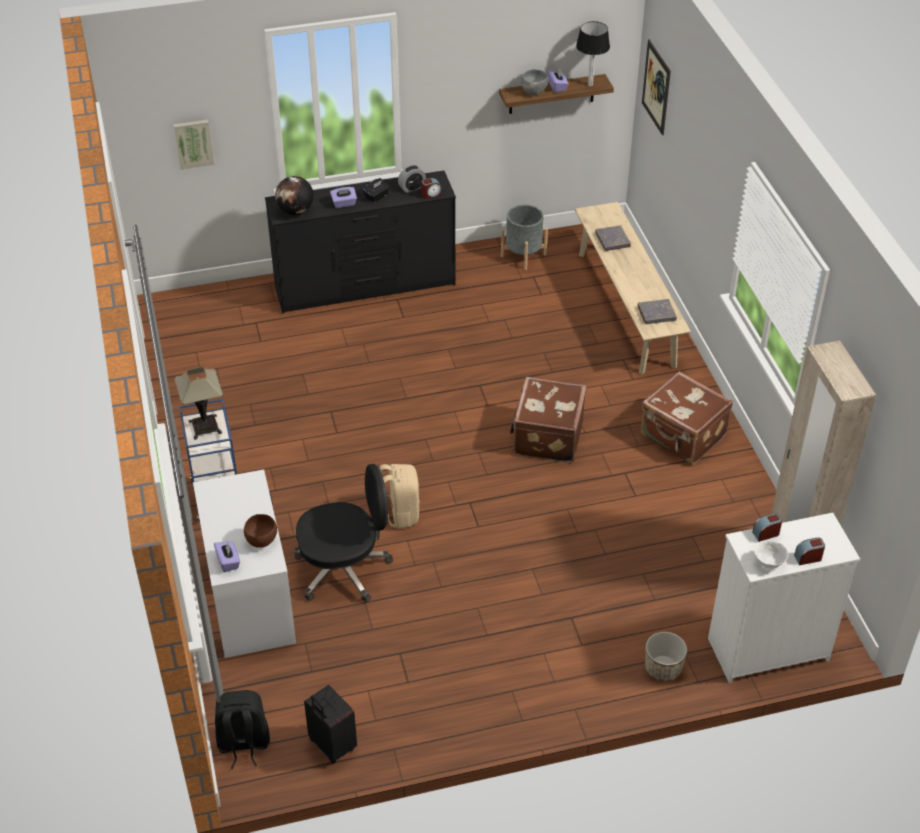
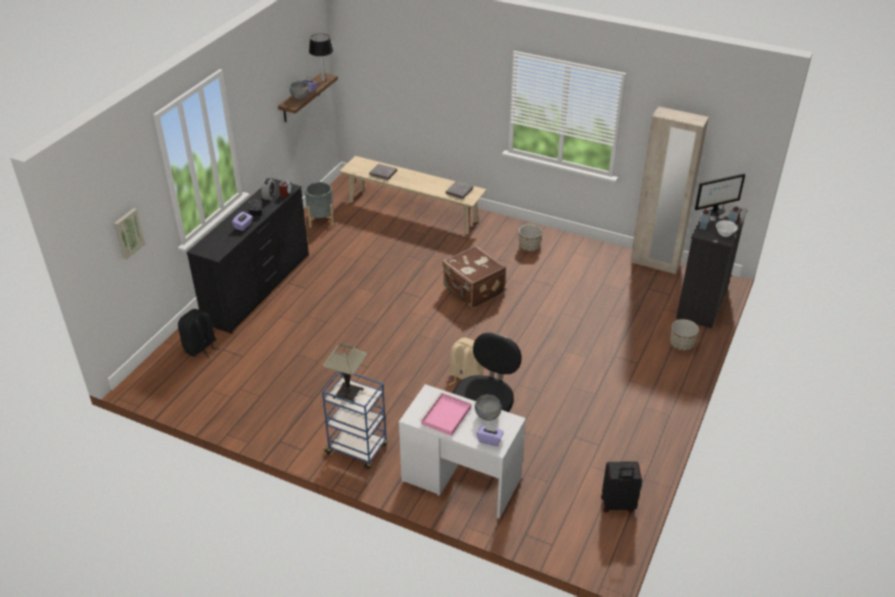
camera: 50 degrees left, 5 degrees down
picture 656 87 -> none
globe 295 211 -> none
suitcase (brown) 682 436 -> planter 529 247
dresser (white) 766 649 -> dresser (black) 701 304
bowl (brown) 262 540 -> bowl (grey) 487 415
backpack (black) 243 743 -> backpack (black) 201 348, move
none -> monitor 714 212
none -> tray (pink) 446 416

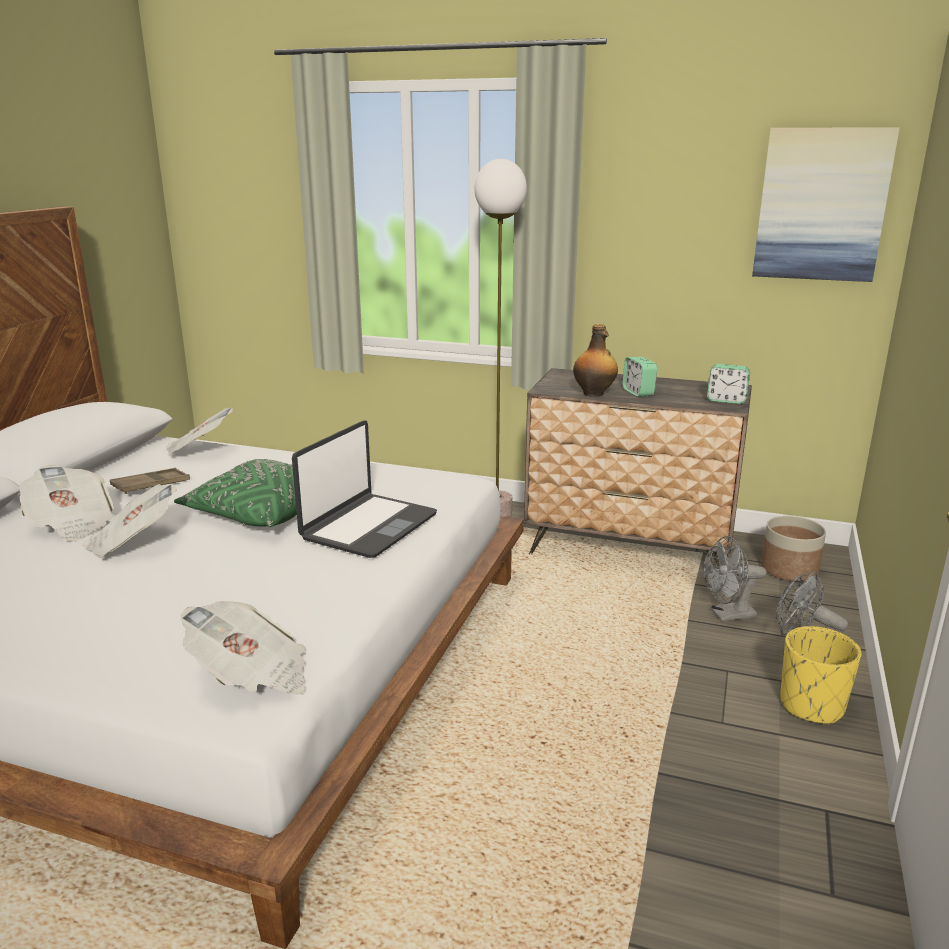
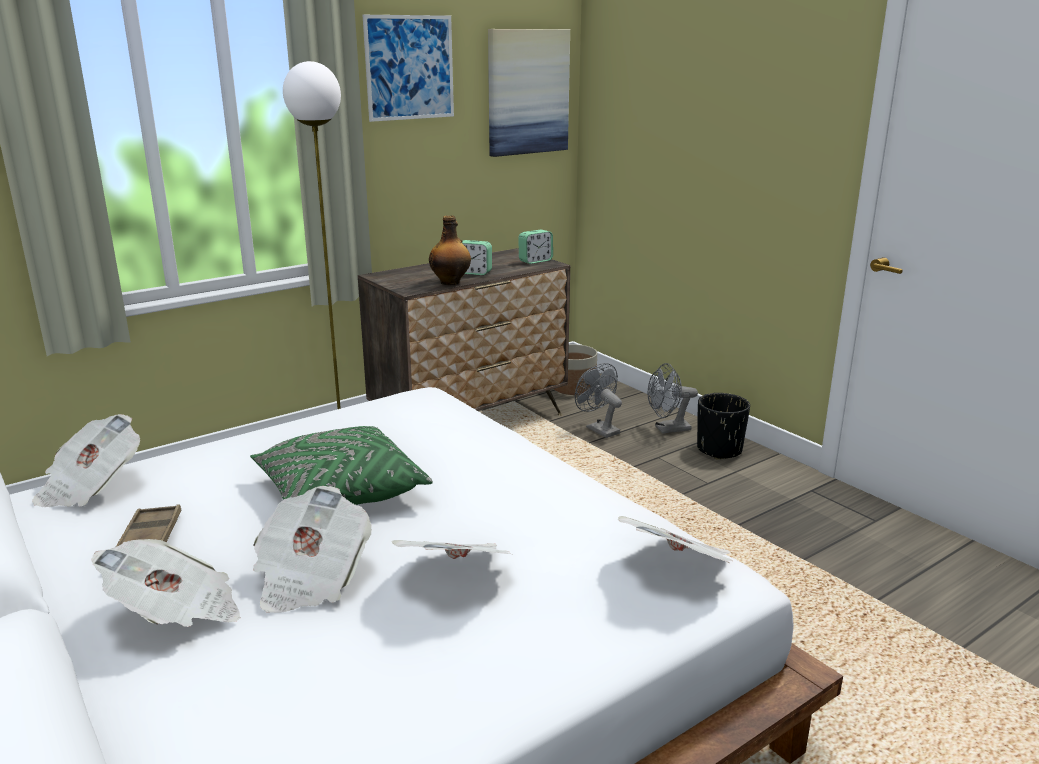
camera: 55 degrees left, 0 degrees up
laptop 368 526 -> none
fan (grey) 727 615 -> fan (grey) 598 429, 120 degrees clockwise
planter (yellow) 811 706 -> planter (black) 719 450
none -> picture 409 68
none -> newspaper 458 574

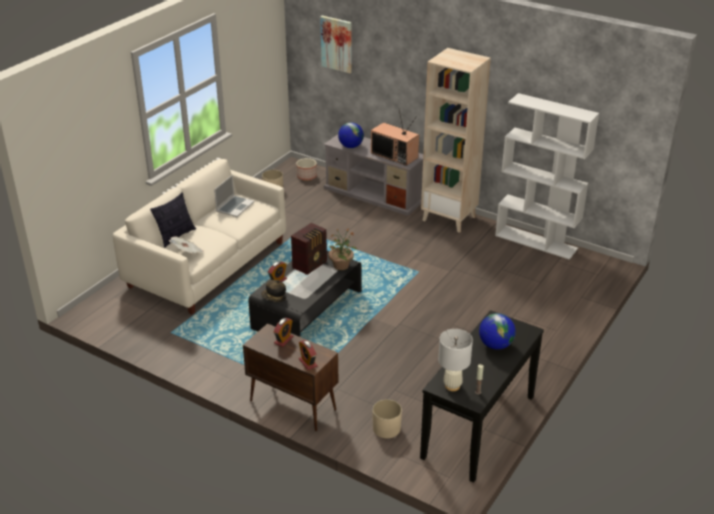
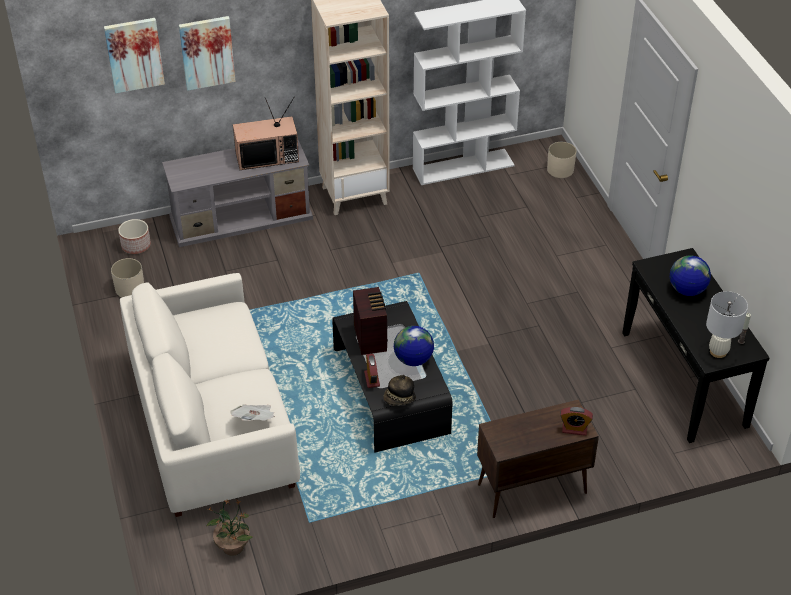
camera: 50 degrees left, 10 degrees up
globe 350 146 -> globe 413 360, move
laptop 235 207 -> none
pillow 176 236 -> none
potted plant 341 265 -> potted plant 232 546, move
alarm clock 283 340 -> none
planter (beige) 386 428 -> planter (beige) 560 169, move
none -> picture 207 52

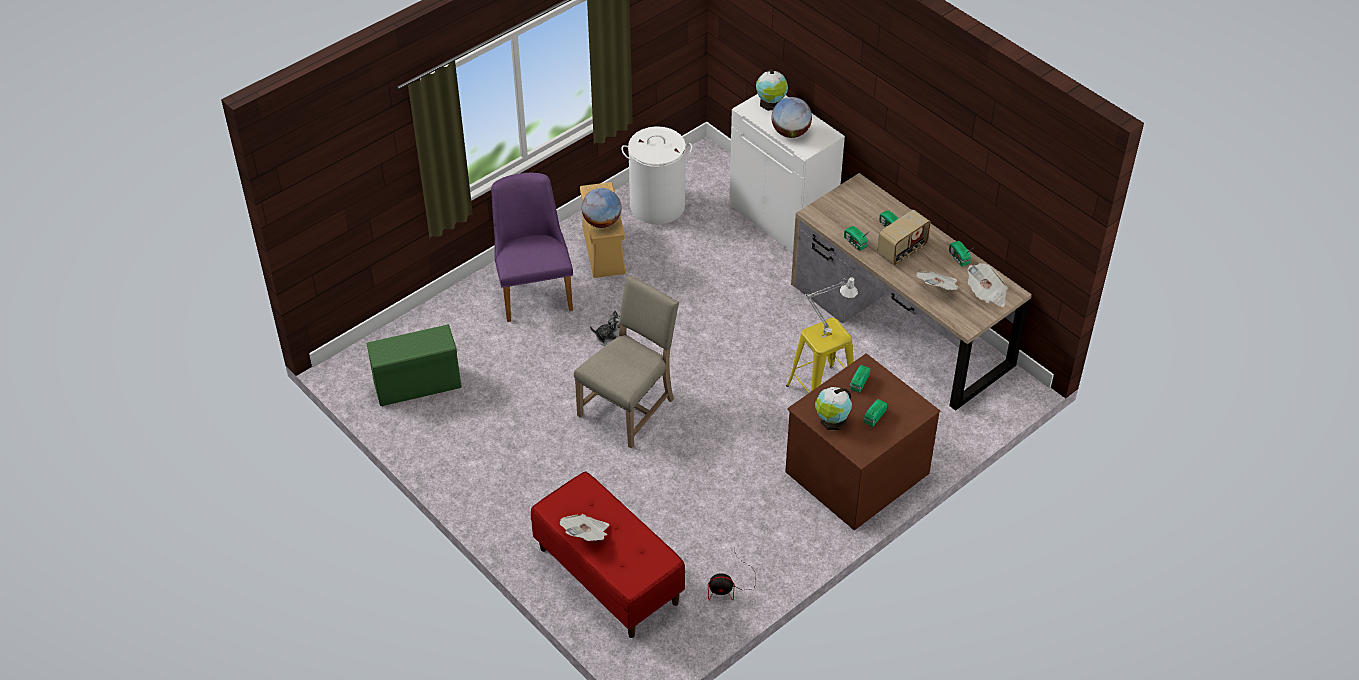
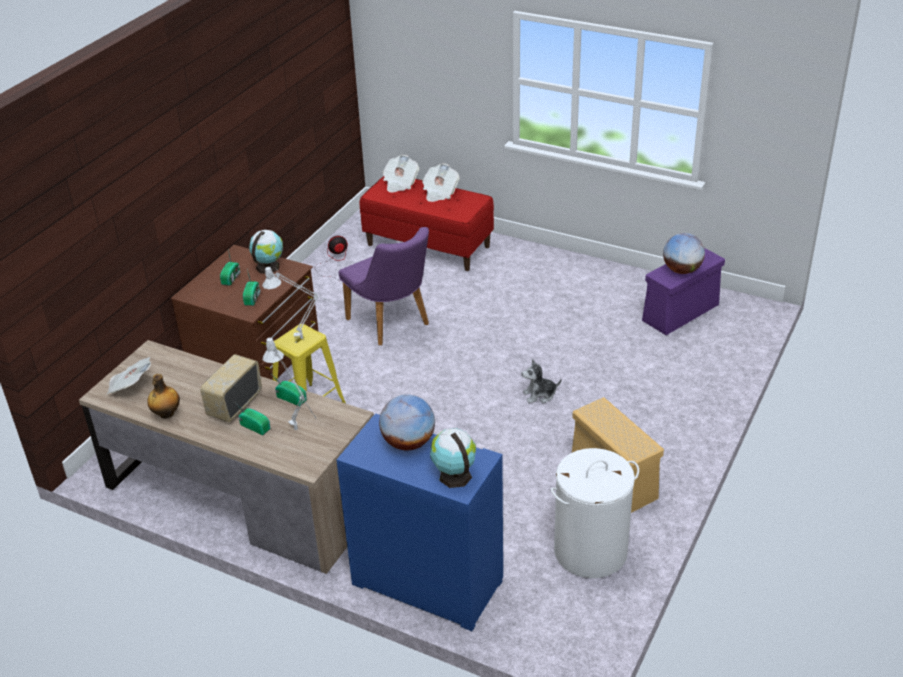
camera: 160 degrees right, 10 degrees down
cabinet (white) 783 219 -> cabinet (blue) 426 583
chair (purple) 533 289 -> chair (purple) 393 324, move
globe 601 222 -> globe 682 270, move
radio 959 258 -> bottle 166 414
newspaper 938 288 -> newspaper 400 183, move
chair (beige) 629 407 -> none
storage box (green) 416 385 -> storage box (purple) 681 312
none -> table lamp (grey) 299 433

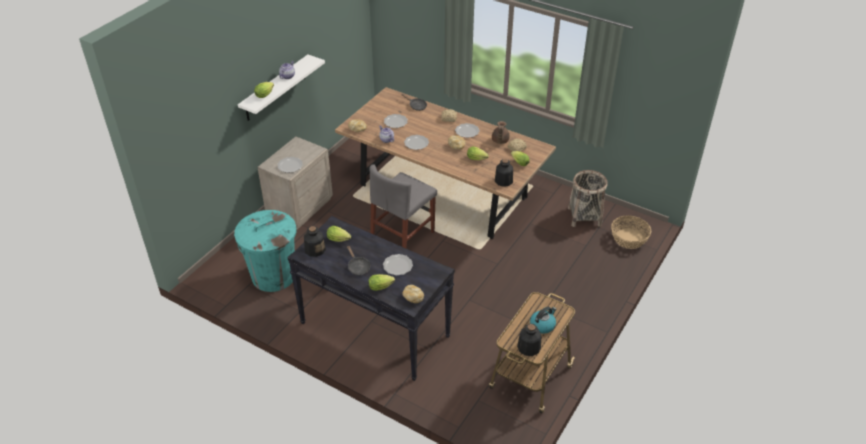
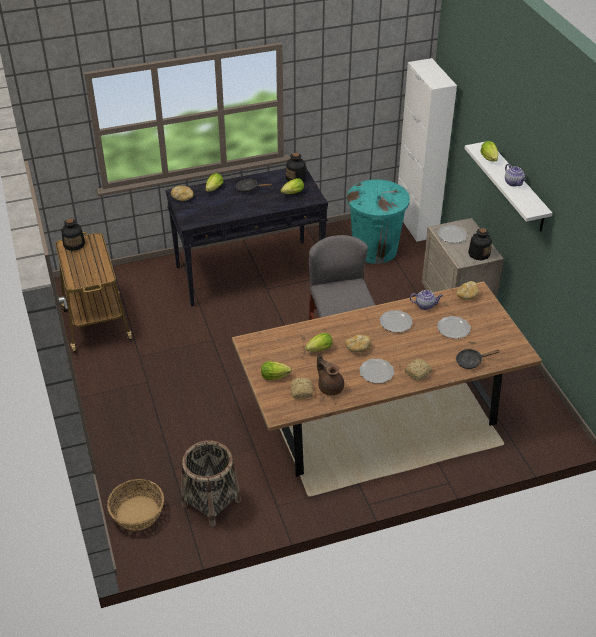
camera: 130 degrees right, 0 degrees up
bottle 503 181 -> bottle 478 254, move
plate 398 266 -> none
kettle 542 325 -> none
none -> cabinet (white) 416 224

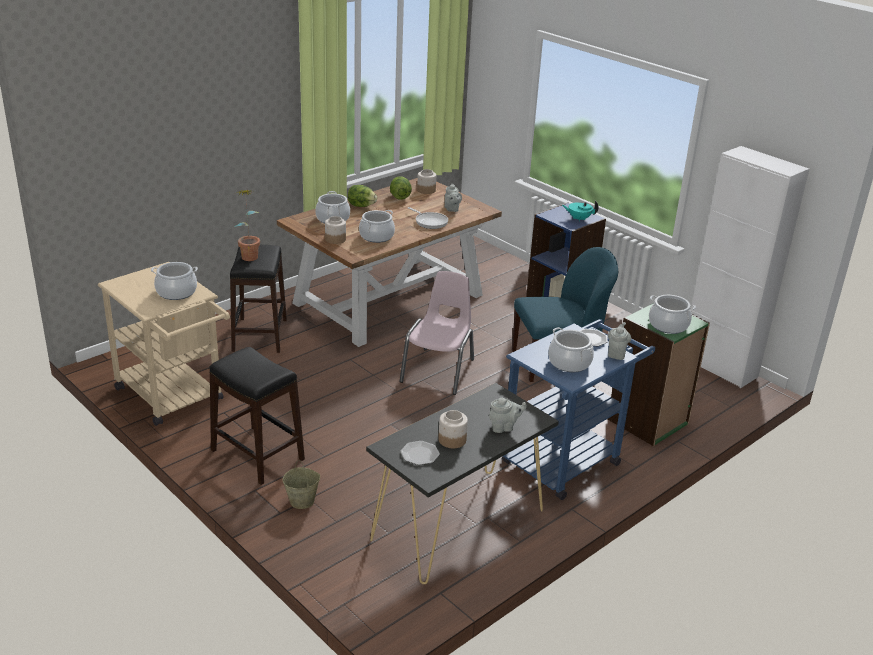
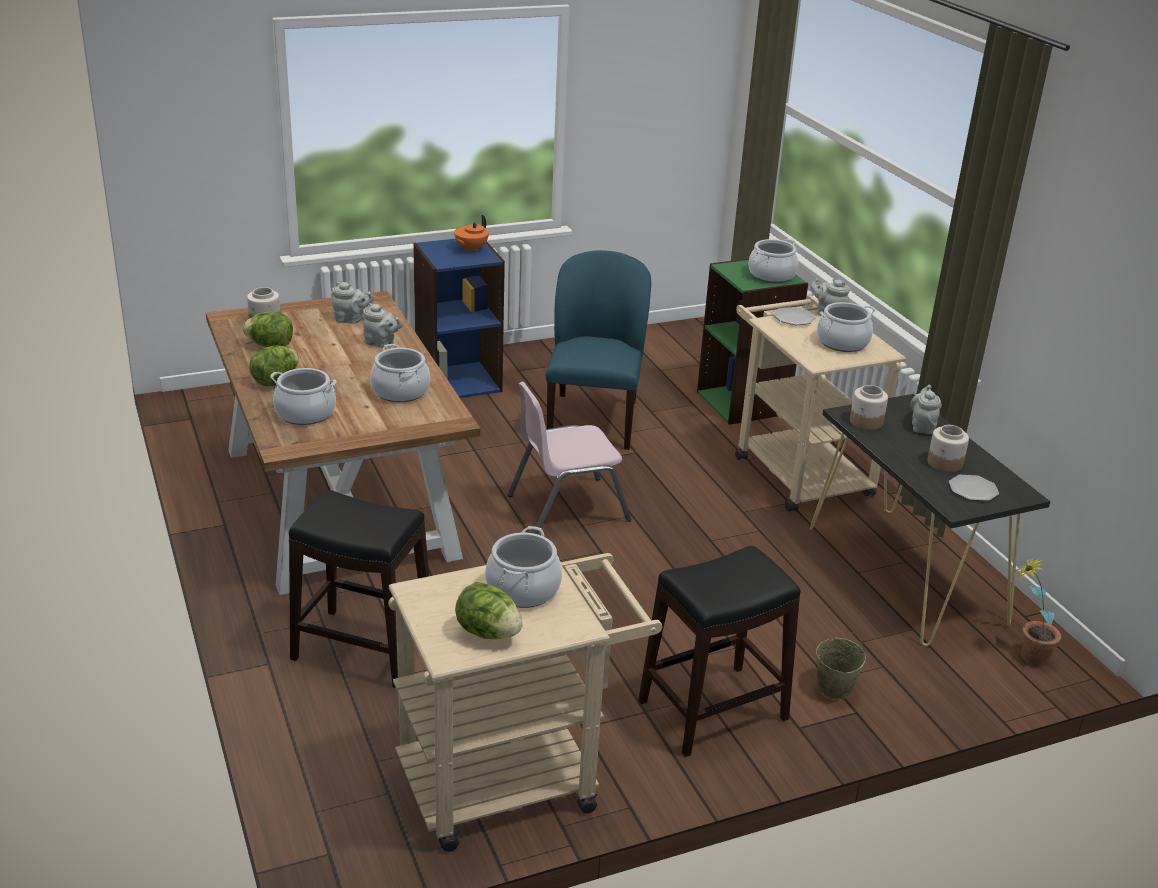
camera: 70 degrees left, 0 degrees up
cabinet (white) 719 367 -> none
potted plant 249 255 -> potted plant 1025 656, move
teapot (turquoise) 579 219 -> teapot (orange) 470 249
frying pan 430 222 -> teapot (grey) 381 343
jar 335 239 -> jar 866 422, move
chair (pink) 439 371 -> chair (pink) 567 507, 60 degrees counterclockwise
cart (blue) 567 458 -> cart (beige) 796 470
none -> lettuce 488 632

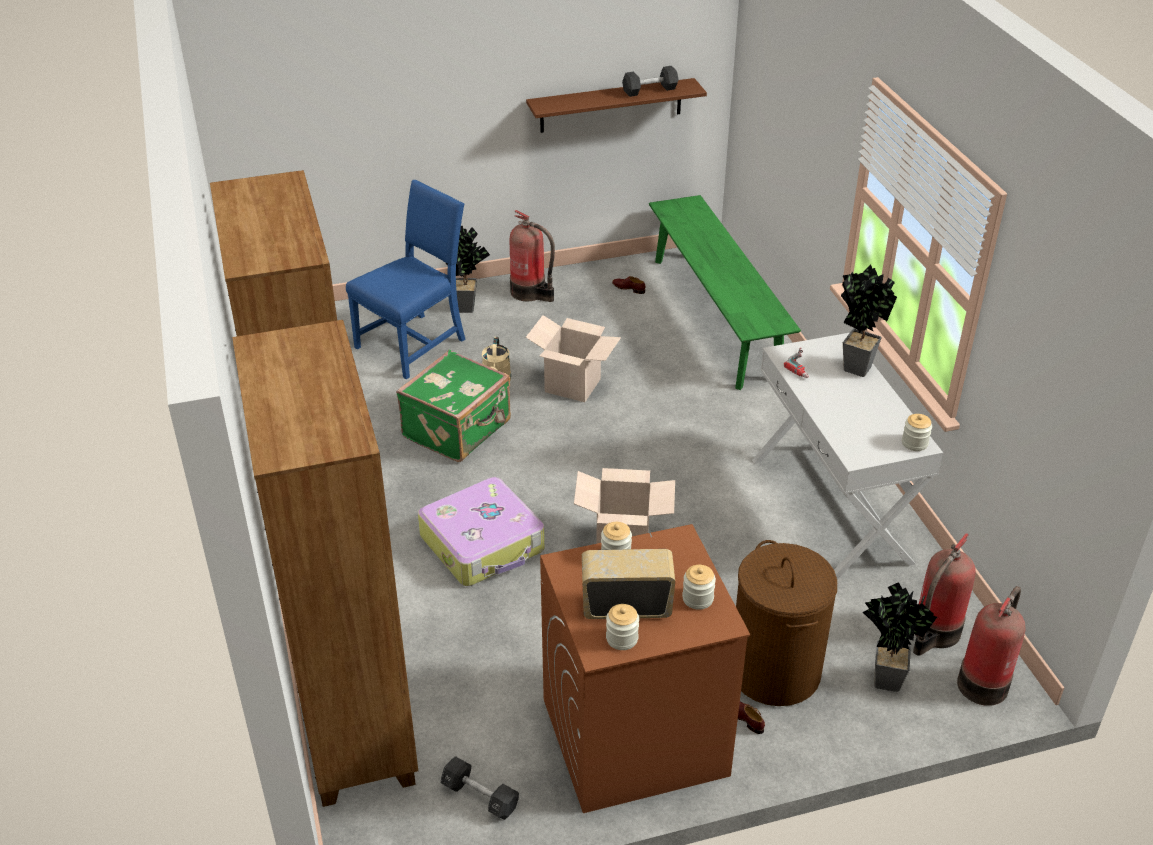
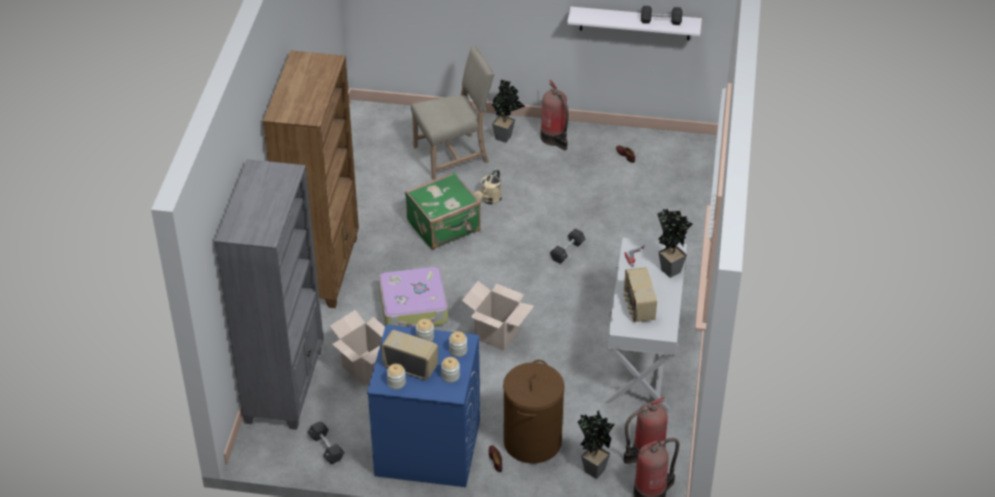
camera: 25 degrees right, 5 degrees up
shelf (brown) 611 105 -> shelf (white) 635 23
chair (blue) 414 343 -> chair (beige) 453 155
bench (green) 715 317 -> none
cardboard box 572 385 -> cardboard box 365 368, move
bookcase (brown) 356 720 -> bookcase (grey) 285 385
jar 914 443 -> jar 458 350, move
washing machine (brown) 633 737 -> washing machine (blue) 427 448
none -> dumbbell (black) 567 251
none -> radio 638 307

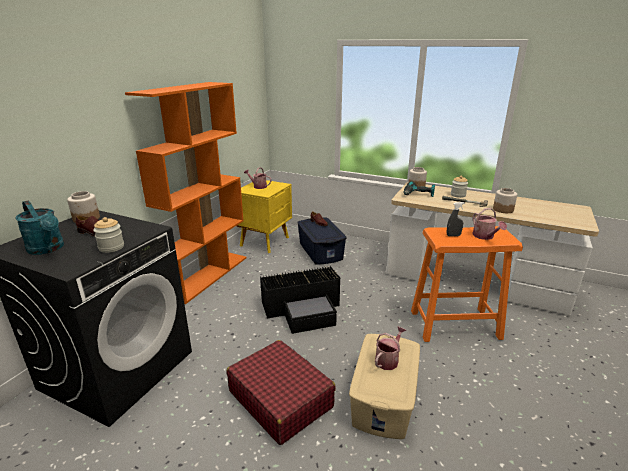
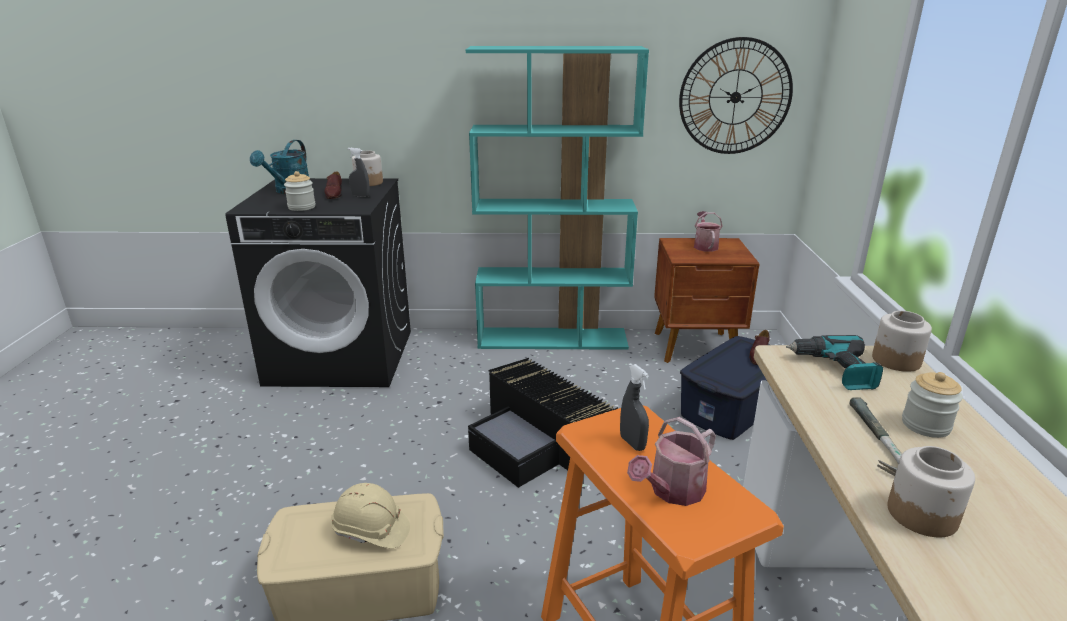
camera: 65 degrees right, 0 degrees up
bookcase (orange) 207 275 -> bookcase (turquoise) 553 339
nightstand (yellow) 266 241 -> nightstand (brown) 696 348
watering can 388 359 -> hard hat (beige) 371 531
suitcase (red) 280 399 -> none
none -> wall clock 735 97
none -> spray bottle (grey) 360 196

